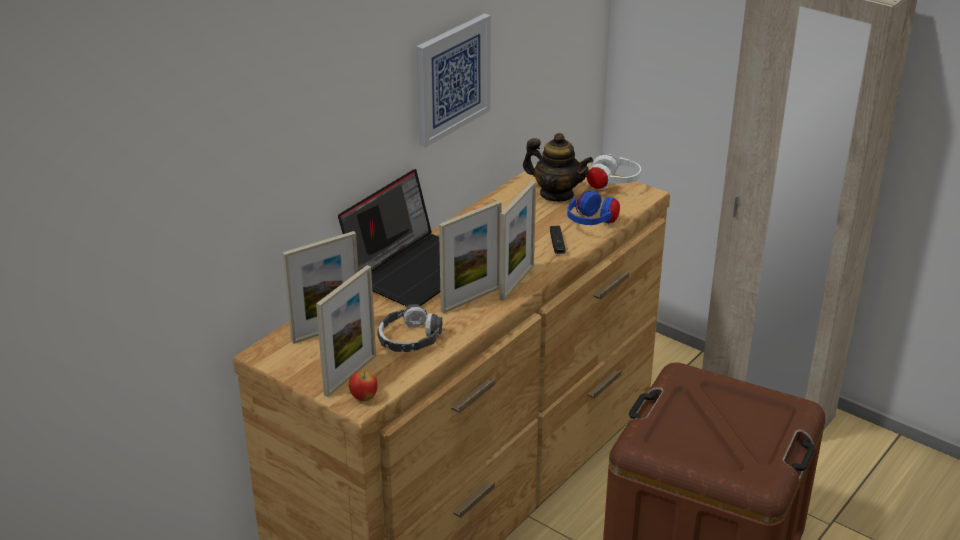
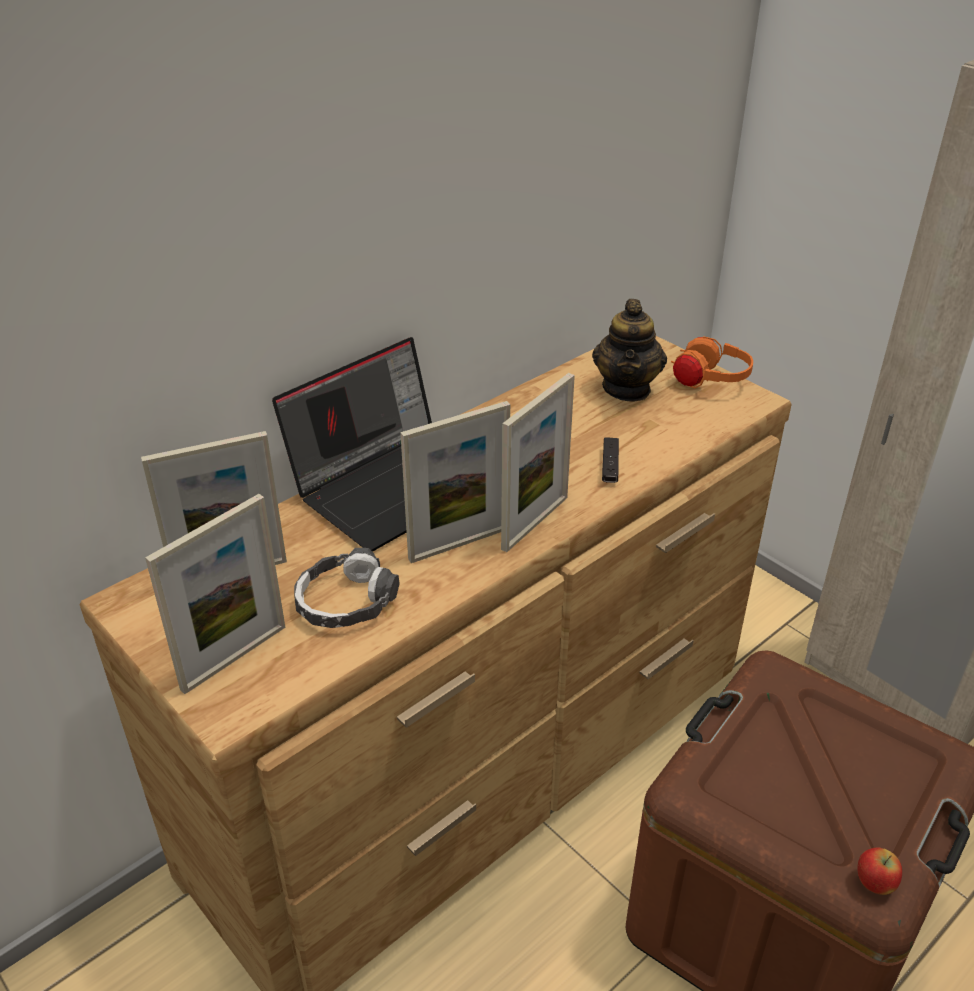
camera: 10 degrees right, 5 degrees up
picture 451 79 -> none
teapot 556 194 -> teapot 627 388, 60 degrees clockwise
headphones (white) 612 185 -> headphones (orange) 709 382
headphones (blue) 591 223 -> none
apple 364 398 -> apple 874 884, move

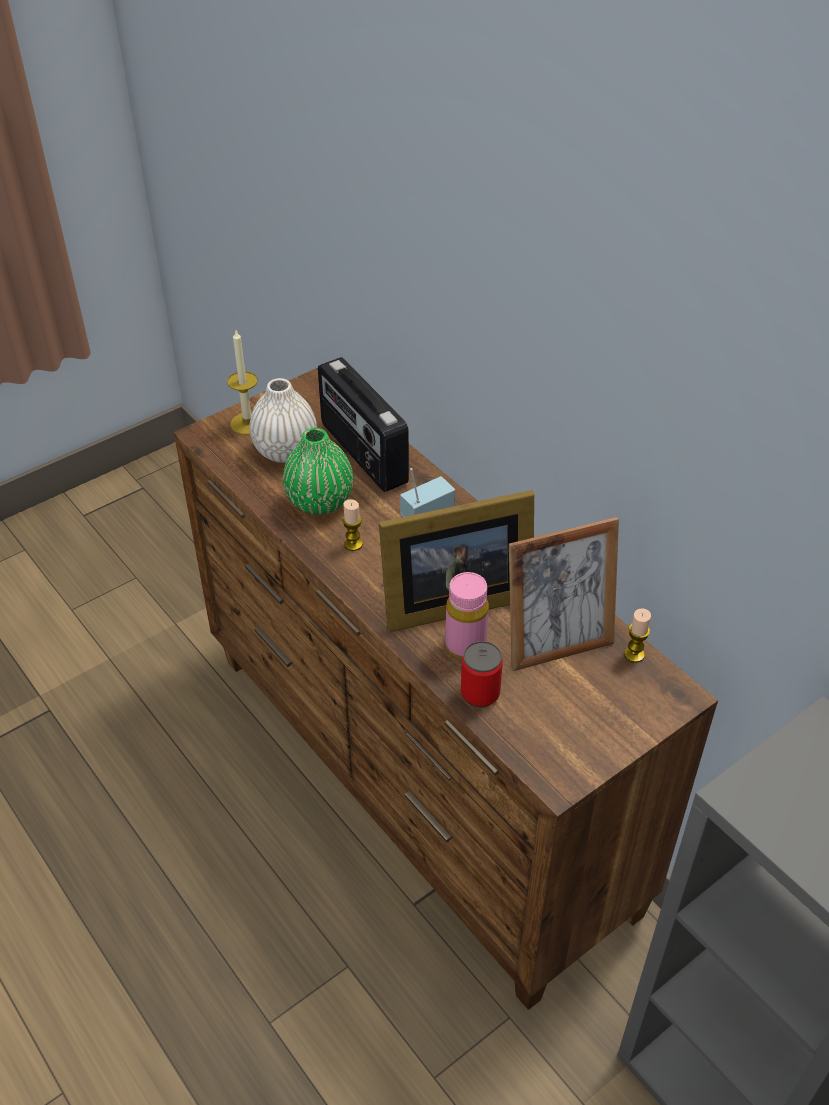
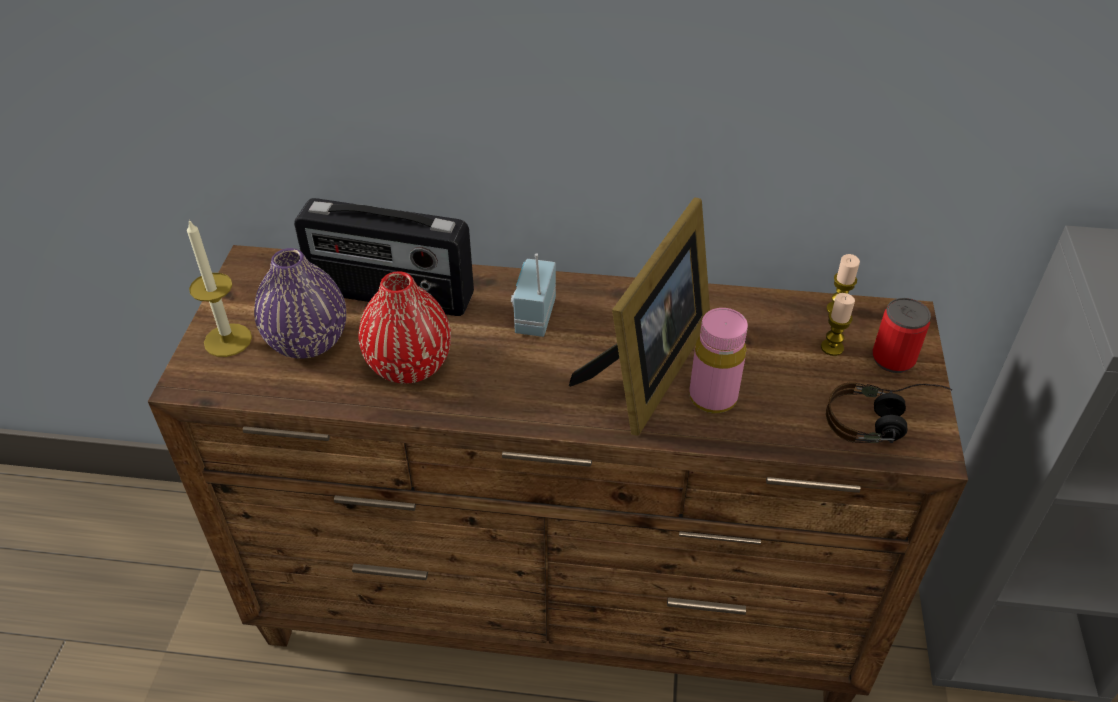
camera: 45 degrees left, 0 degrees up
vase (white) 285 451 -> vase (purple) 307 341
vase (green) 319 501 -> vase (red) 409 365
candle 353 544 -> candle 832 347, move
picture frame 557 645 -> none
can 480 693 -> can 893 359, move
none -> headphones 884 422

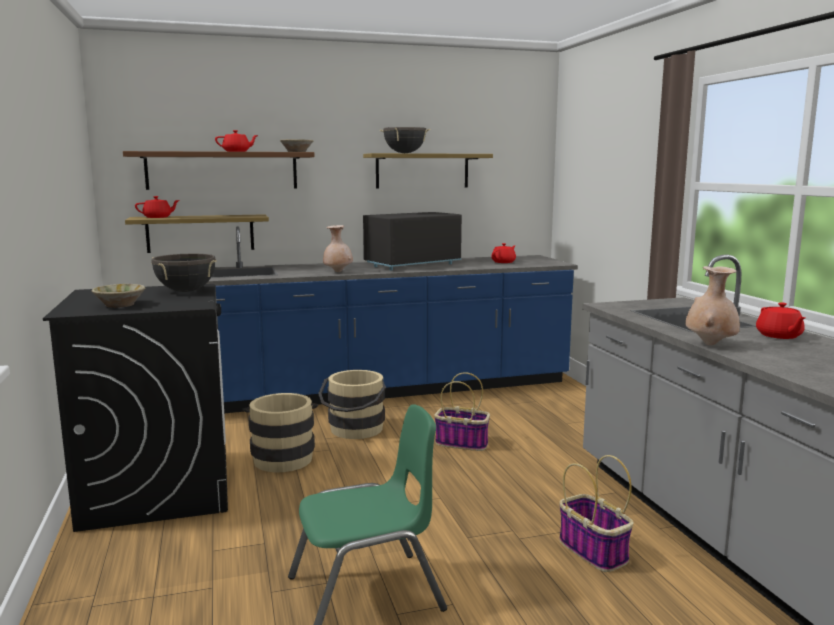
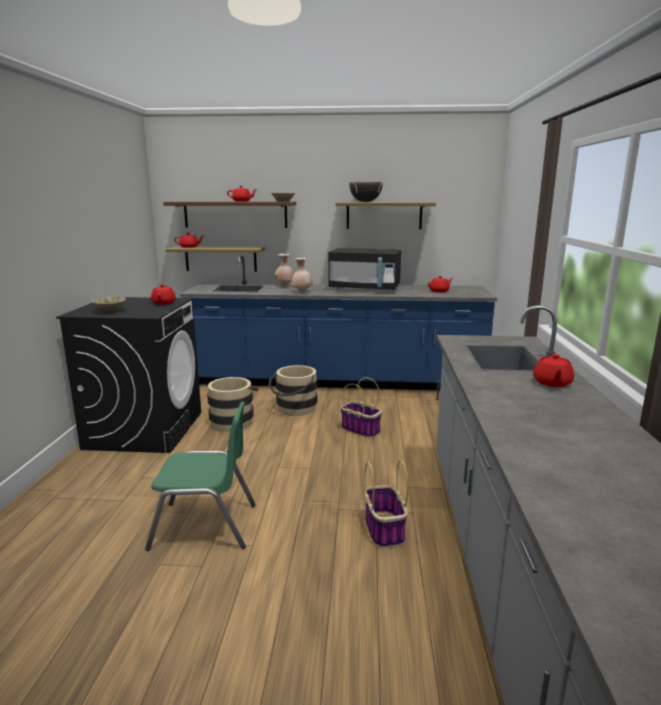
camera: 20 degrees right, 5 degrees up
microwave (black) 412 264 -> microwave (black) 365 289, 150 degrees counterclockwise
cooking pot (black) 186 291 -> teapot (red) 164 303
vase (beige) 710 344 -> vase (beige) 284 286, move

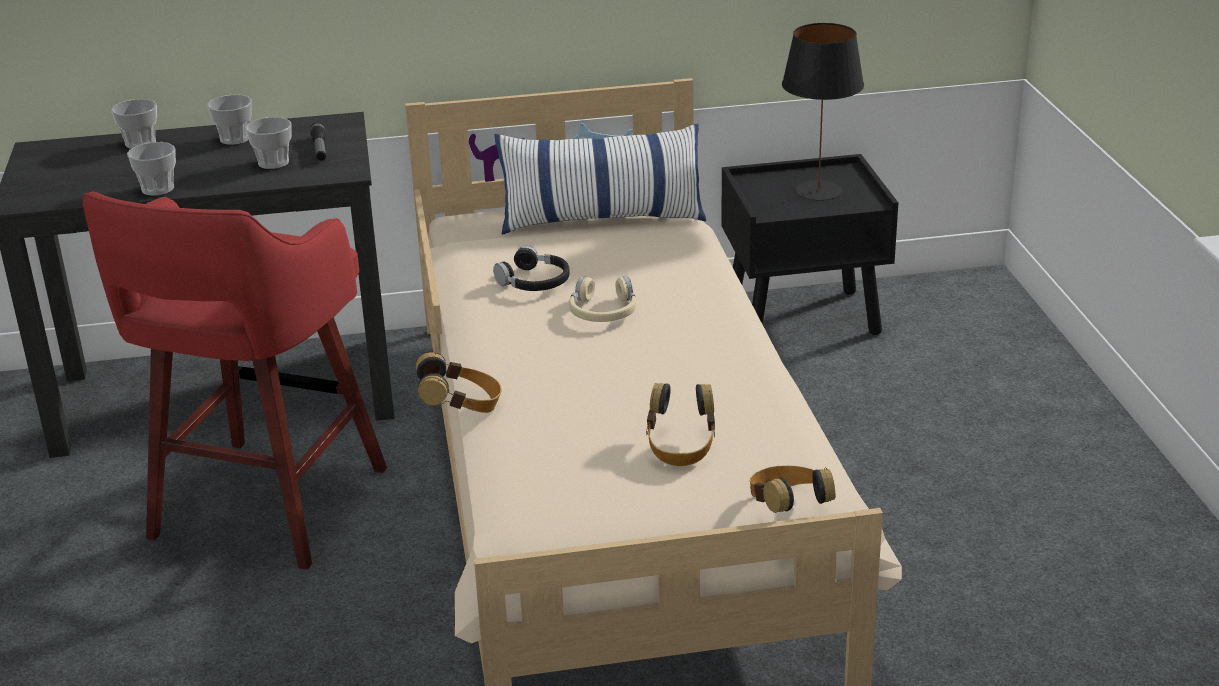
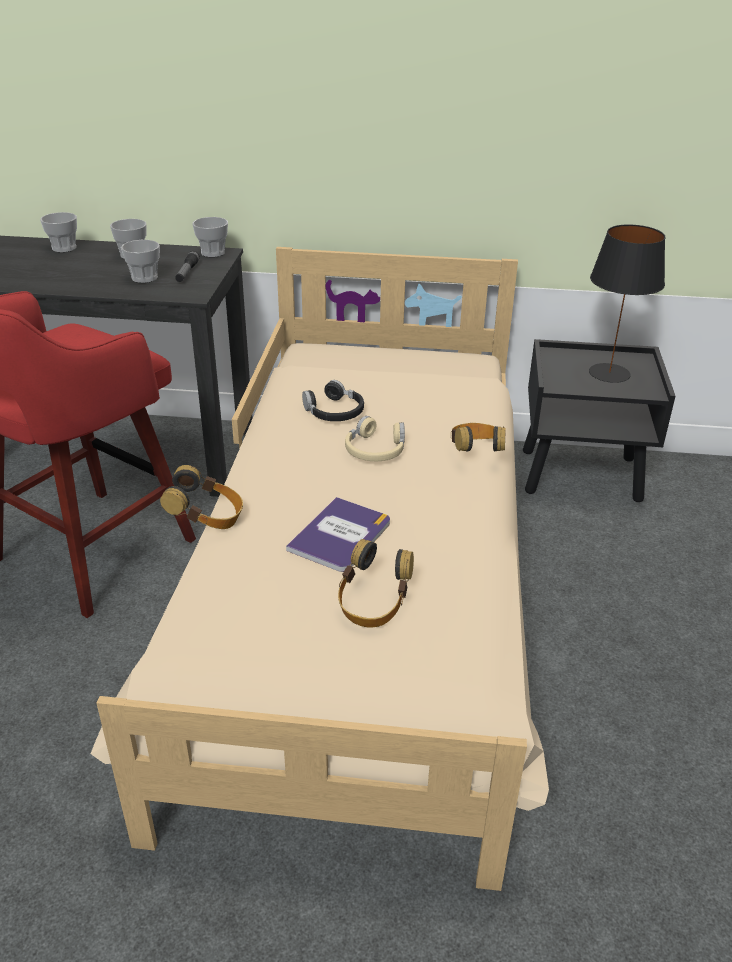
camera: 15 degrees right, 5 degrees up
pillow 602 218 -> none
cup 158 189 -> cup 213 253, move
headphones 788 509 -> headphones 476 453, move
none -> book 340 536

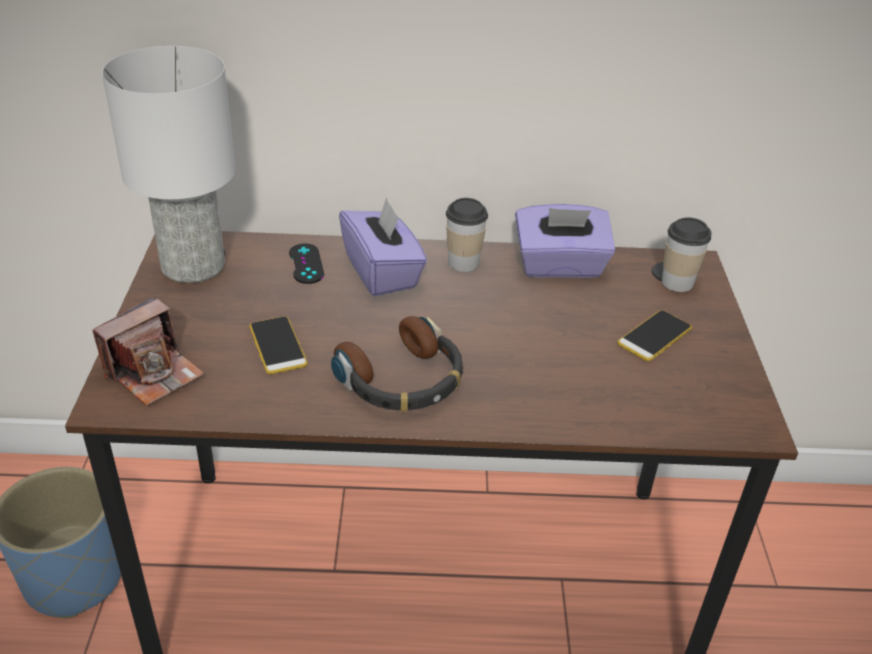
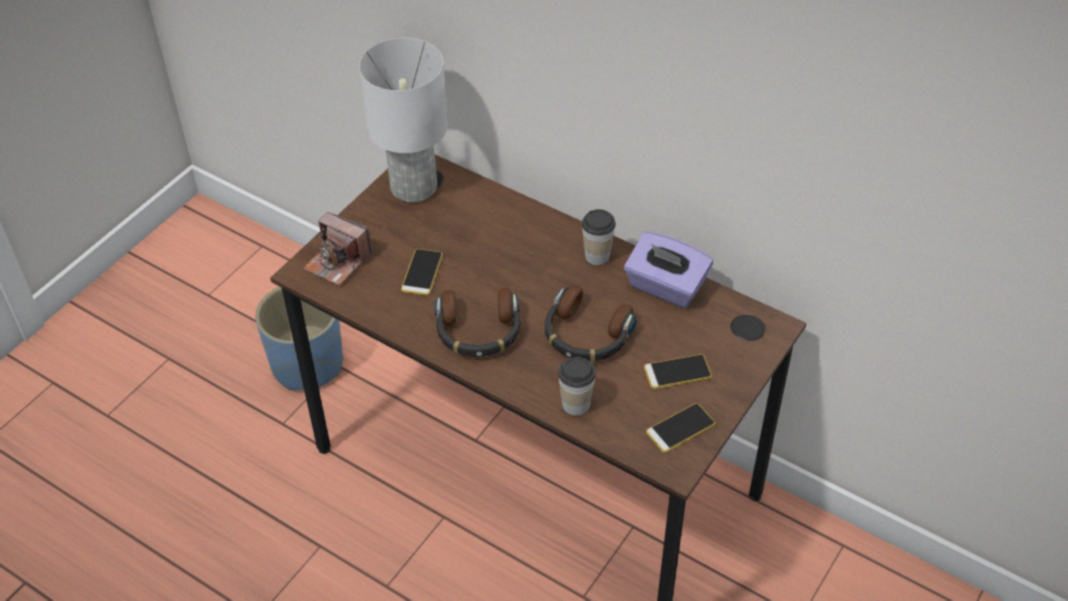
camera: 35 degrees right, 10 degrees up
tissue box (purple) 382 272 -> none
cup 677 282 -> cup 576 404, move
game controller (black) 306 264 -> none
photo camera 154 373 -> photo camera 338 262, 45 degrees clockwise
none -> headphones 586 335
none -> phone 680 428

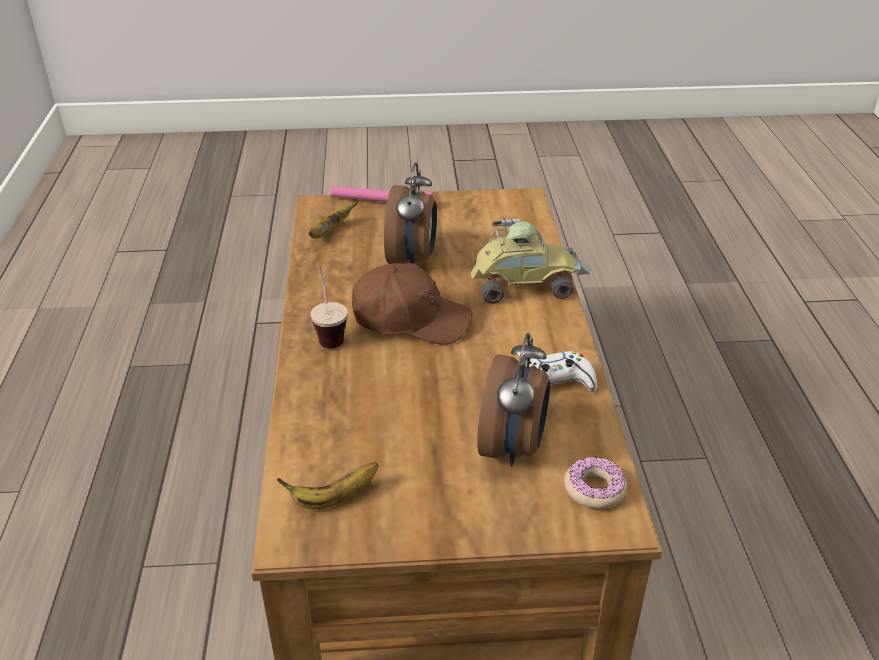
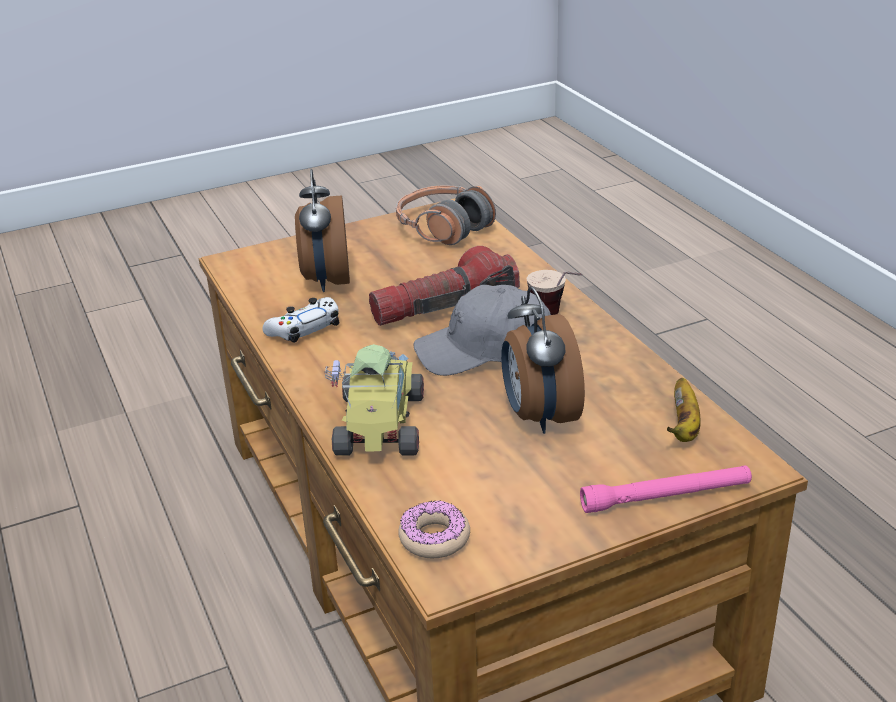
camera: 160 degrees right, 5 degrees down
toy car 525 283 -> toy car 378 422, 120 degrees clockwise
cap (brown) 410 319 -> cap (grey) 484 350
donut 594 489 -> donut 434 538, move
banana 333 498 -> headphones 444 228
none -> flashlight 445 308

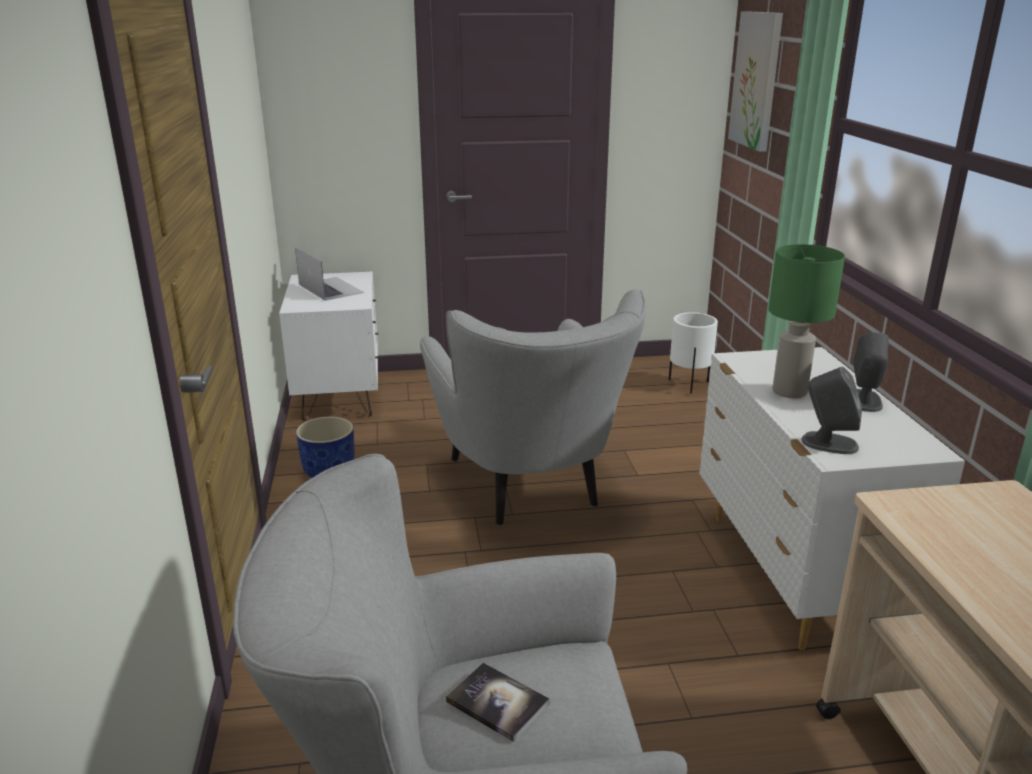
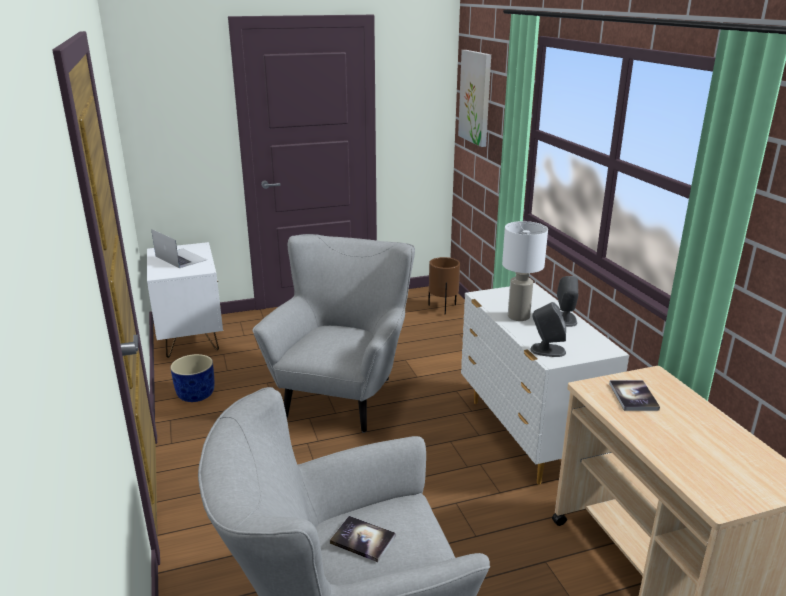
camera: 10 degrees left, 0 degrees up
table lamp (green) 789 392 -> table lamp (white) 518 317
armchair (grey) 529 488 -> armchair (grey) 344 393, 135 degrees counterclockwise
planter (white) 689 385 -> planter (brown) 443 308
none -> book 633 396

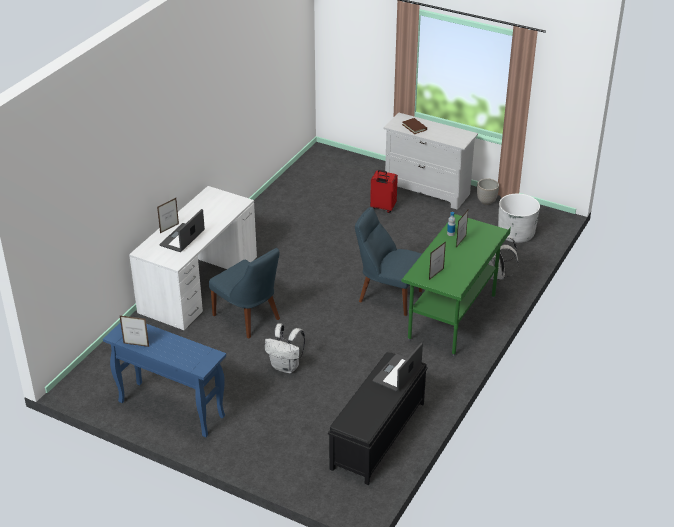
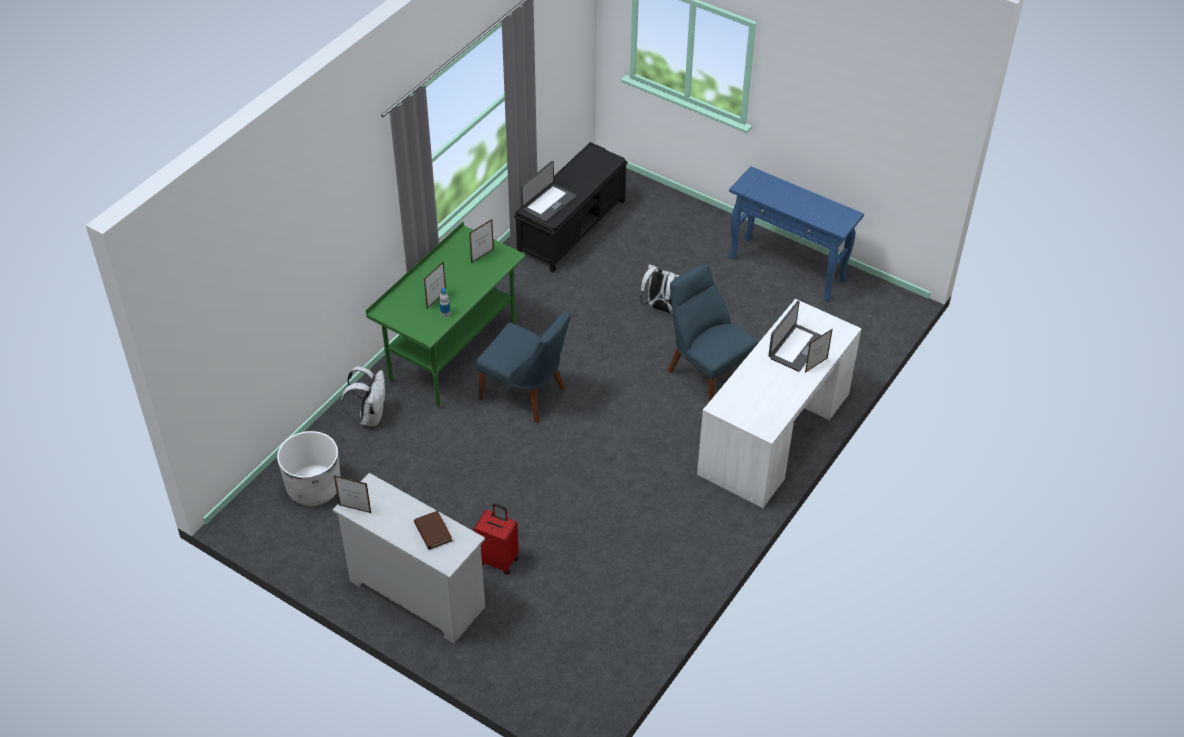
camera: 175 degrees left, 10 degrees up
planter 486 201 -> none
picture frame 136 345 -> picture frame 355 509, move

